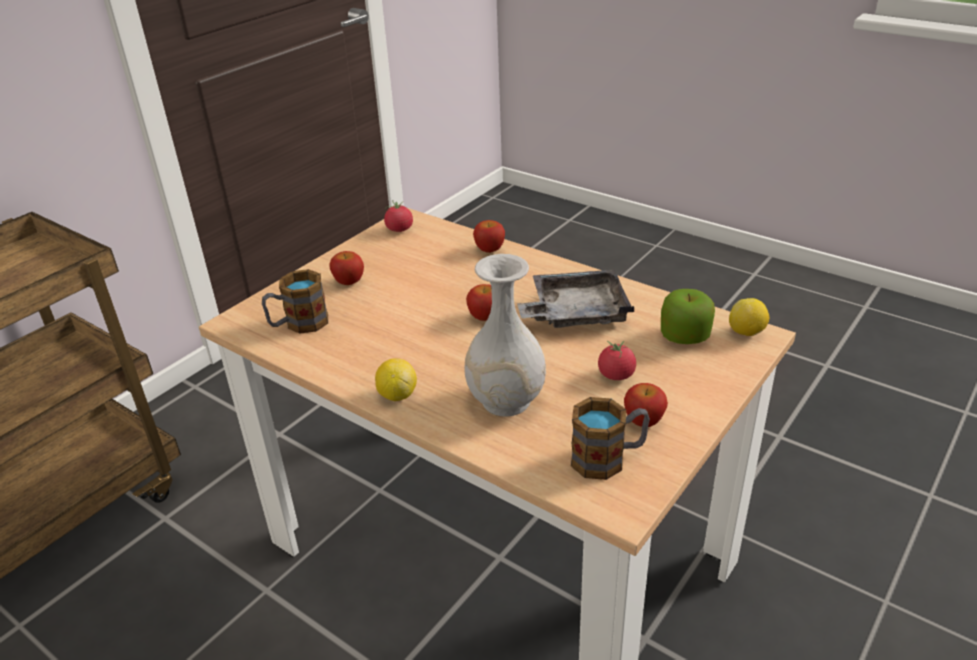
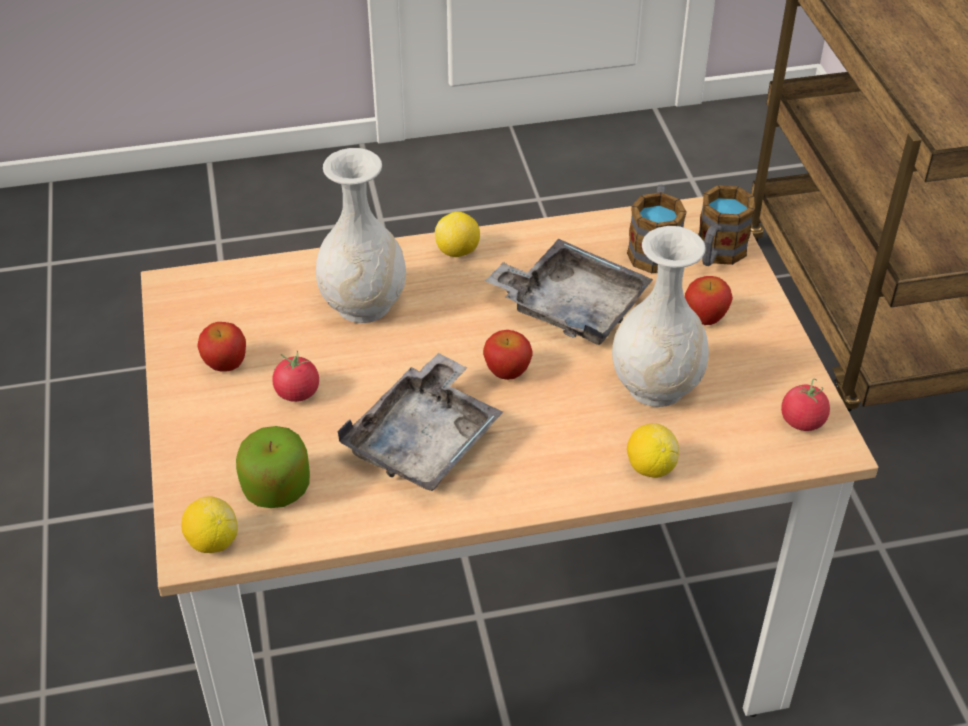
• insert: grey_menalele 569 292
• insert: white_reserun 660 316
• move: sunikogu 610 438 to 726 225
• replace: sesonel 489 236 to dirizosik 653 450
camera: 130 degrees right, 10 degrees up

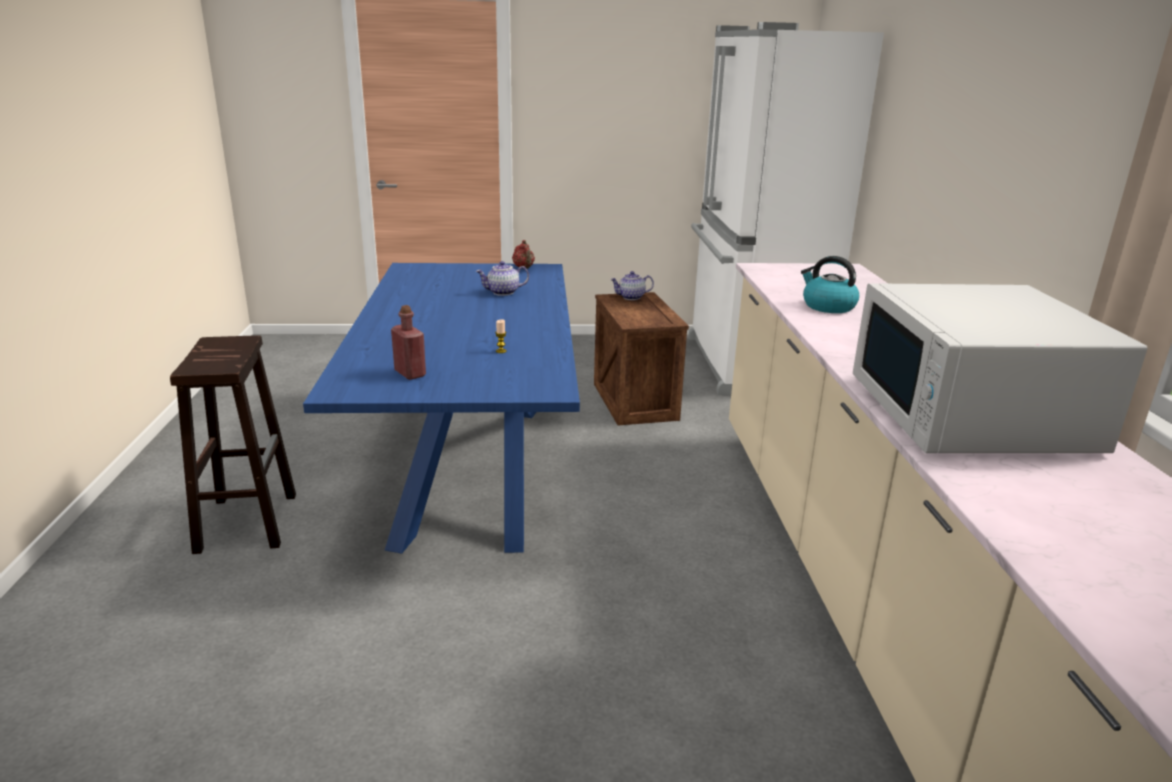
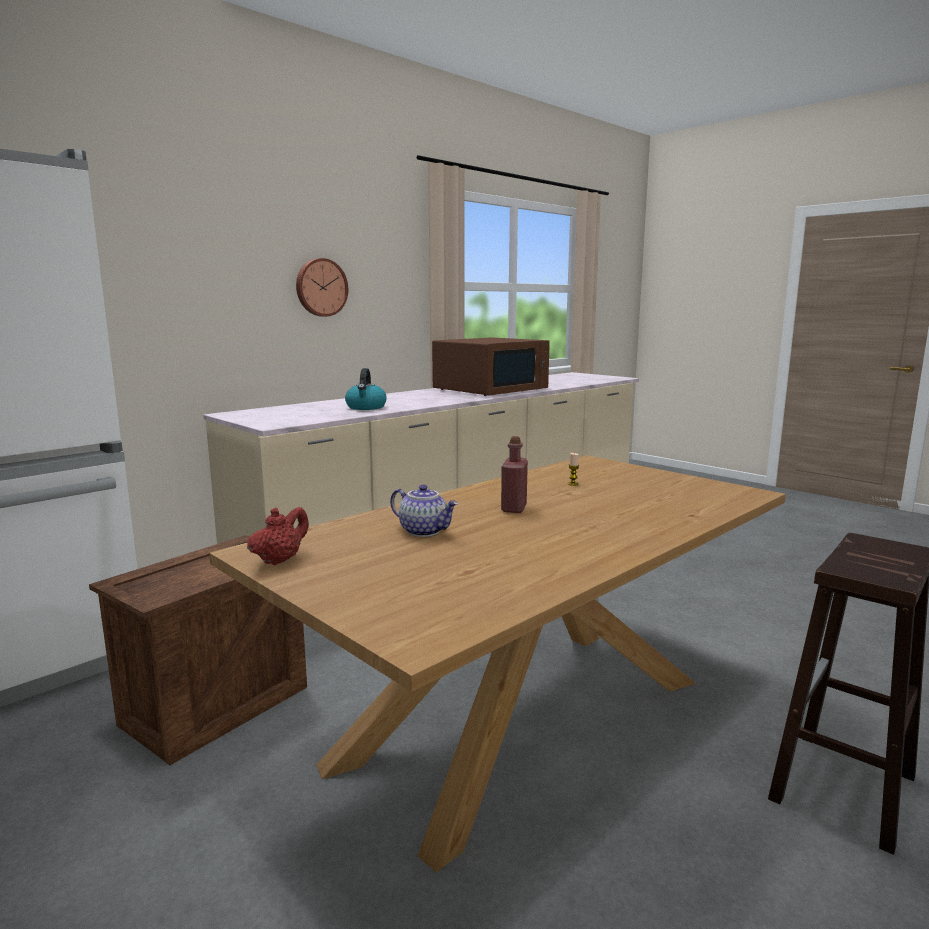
• delete: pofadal 632 285
• insert: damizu 322 287
• move: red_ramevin 408 342 to 514 474
• recolor: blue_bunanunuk 441 408 to brown_bunanunuk 497 663
• recolor: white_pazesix 1000 368 to brown_pazesix 491 366
camera: 130 degrees left, 10 degrees down

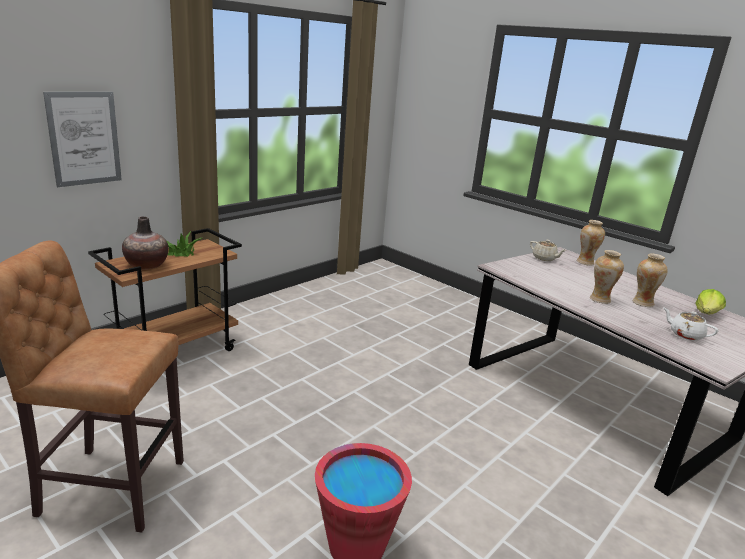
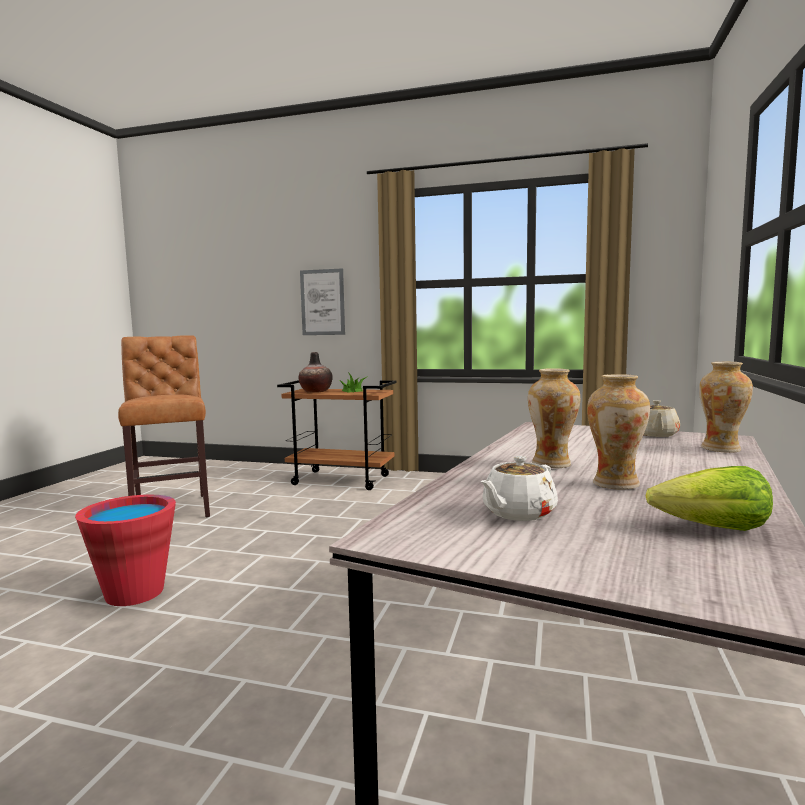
• rotate: white_pofadal 690 324 = 519 488 150 degrees counterclockwise
camera: 65 degrees right, 15 degrees down

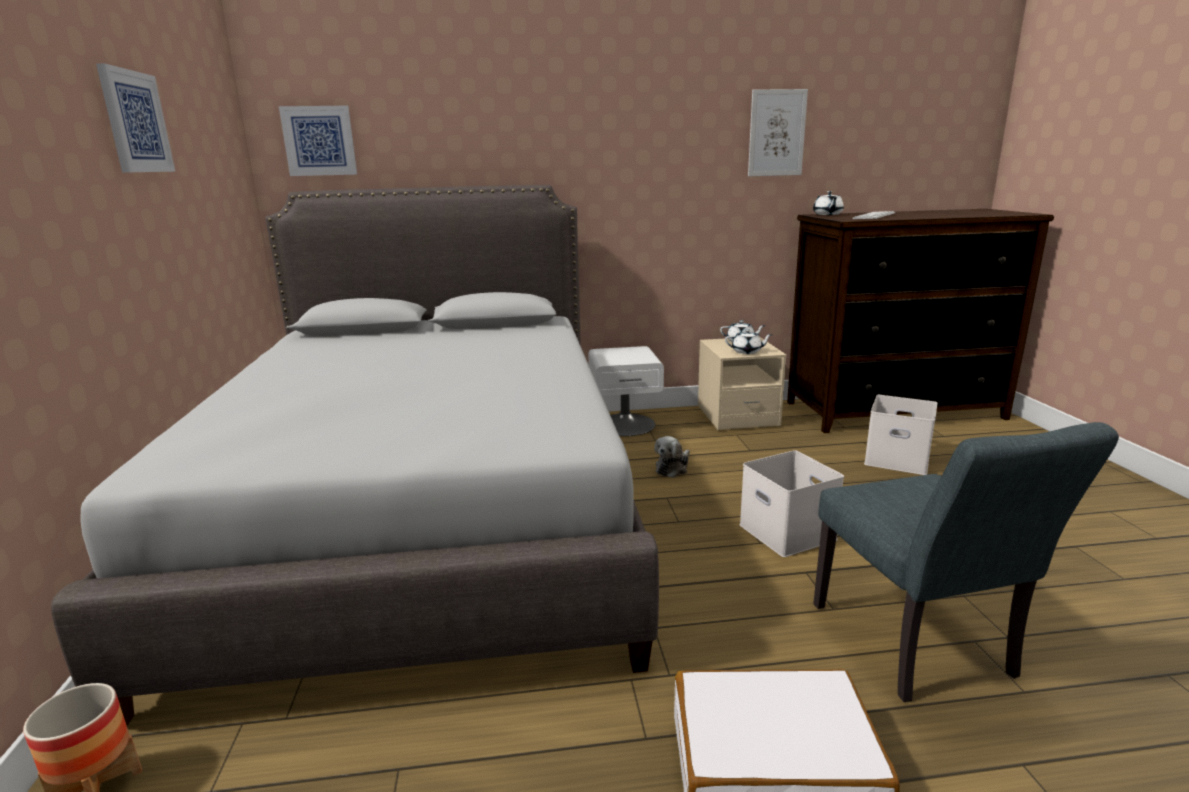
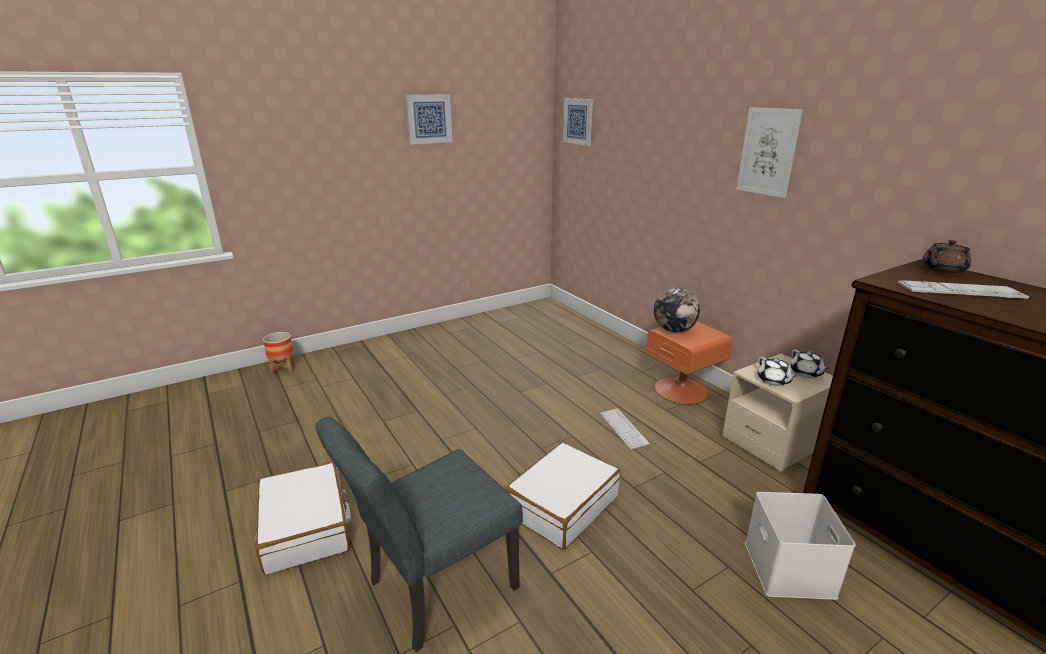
• delete: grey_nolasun 355 455
• insert: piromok 677 310
• move: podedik 778 132 to 769 152
• replace: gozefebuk 672 457 to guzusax 625 429
• replace: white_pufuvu 791 503 to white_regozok 562 496
• recolor: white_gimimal 626 391 to orange_gimimal 689 362
• recolor: white_pofadal 828 203 to brown_pofadal 946 257
camera: 65 degrees right, 5 degrees up

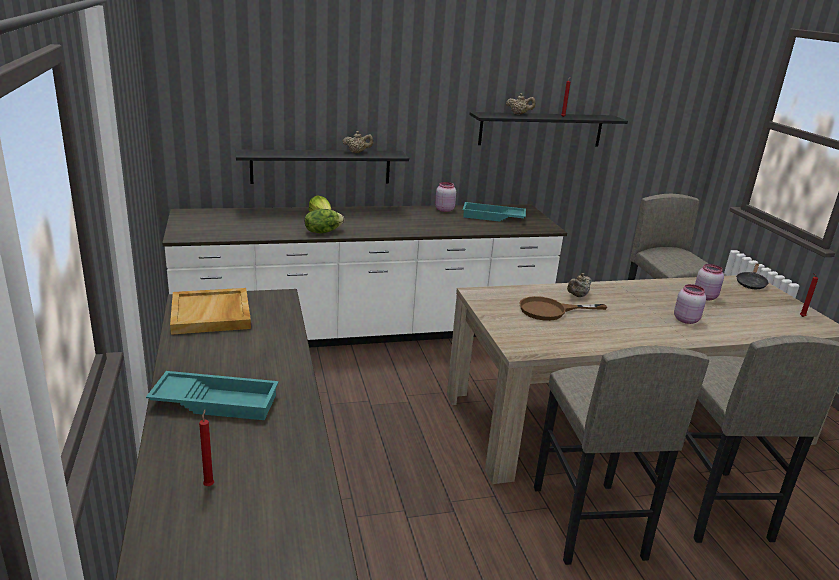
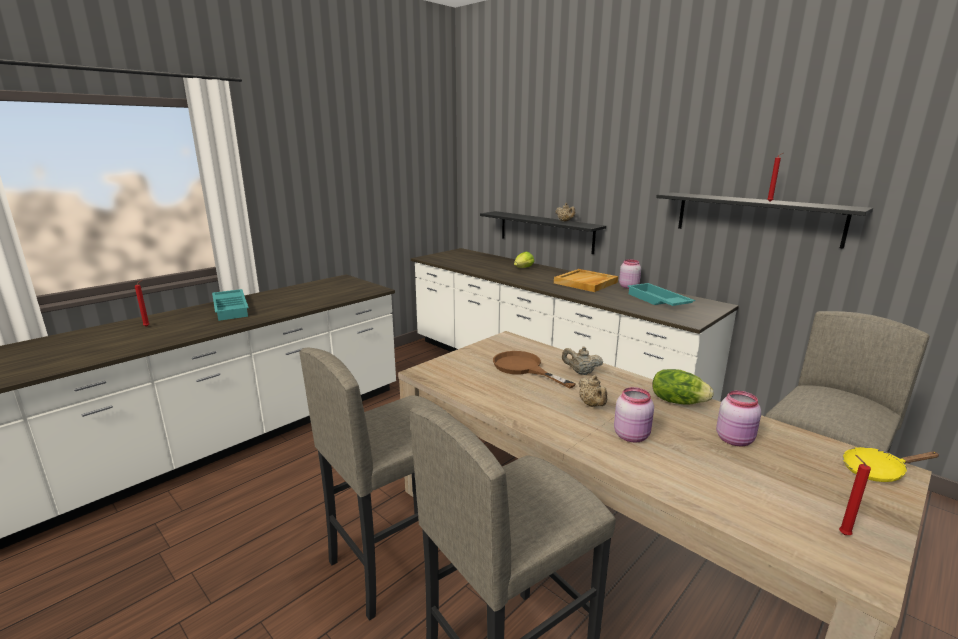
• move: beige_menalele 210 311 to 586 280
• move: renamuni 324 221 to 683 387
• move: beige_pofadal 521 103 to 592 391
• recolor: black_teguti 752 276 to yellow_teguti 891 464
camera: 60 degrees right, 5 degrees down

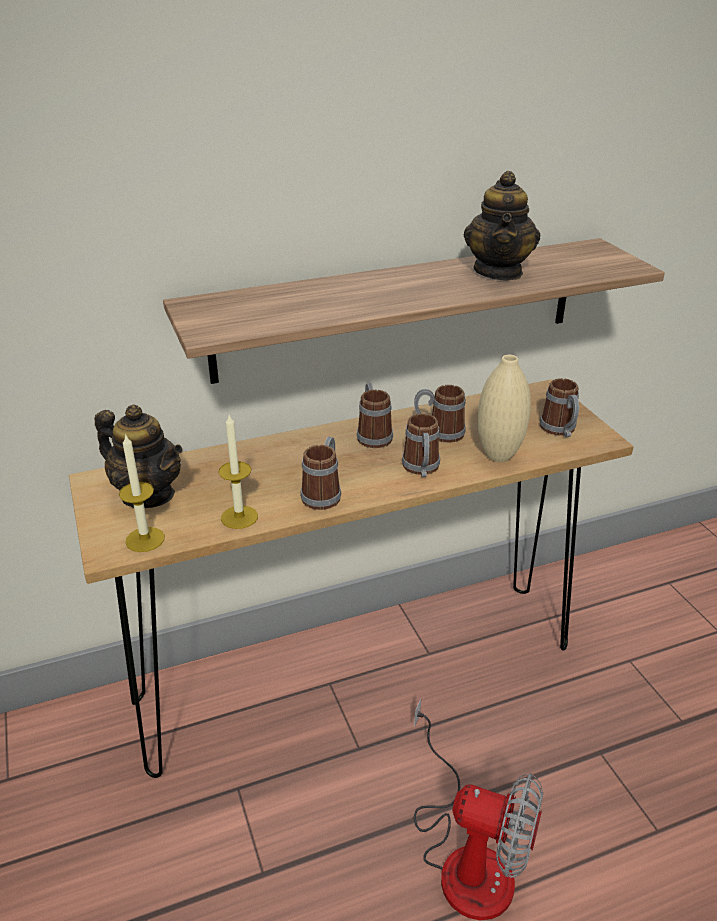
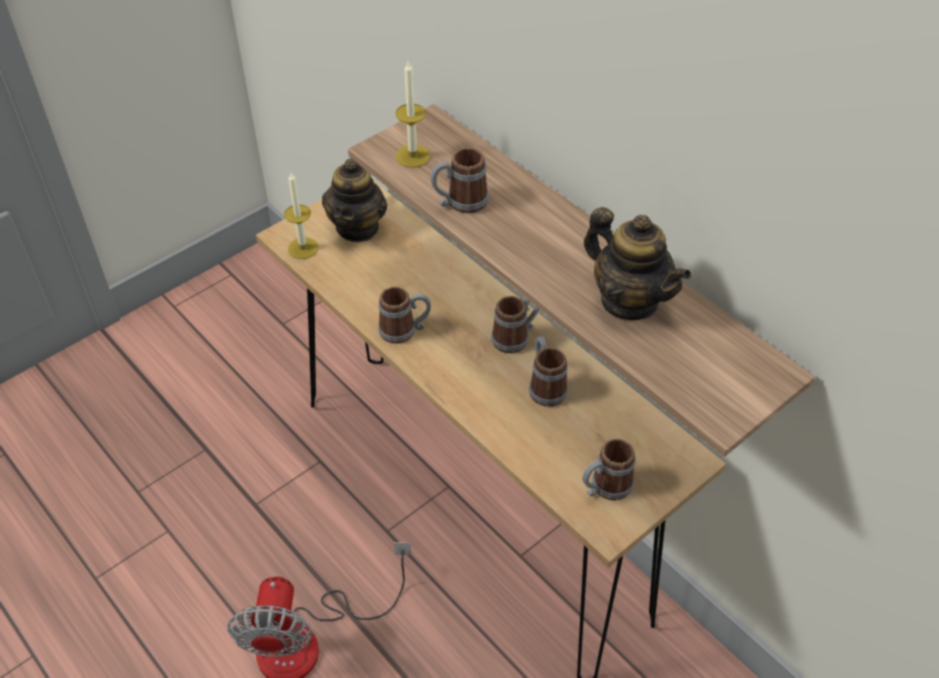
• delete: beige_reserun 504 408
• move: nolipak 238 472 to 413 115
• move: sunikogu 421 445 to 460 180
• rotate: pofadal 502 226 = 637 263 120 degrees counterclockwise
camera: 70 degrees right, 15 degrees up

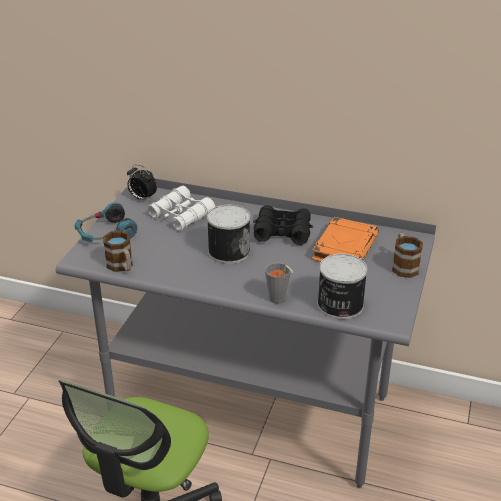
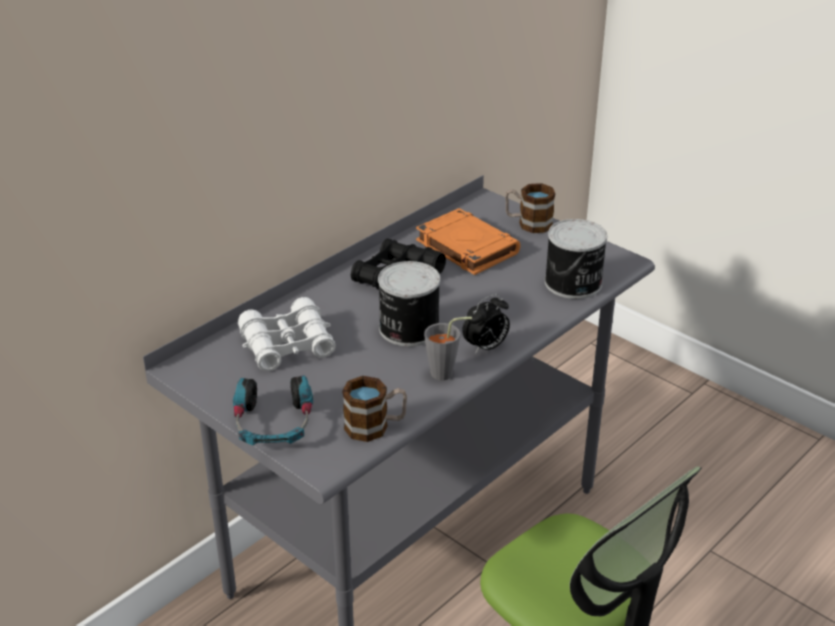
• move: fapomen 142 182 to 486 324
• move: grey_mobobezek 279 282 to 448 348
camera: 65 degrees left, 0 degrees up

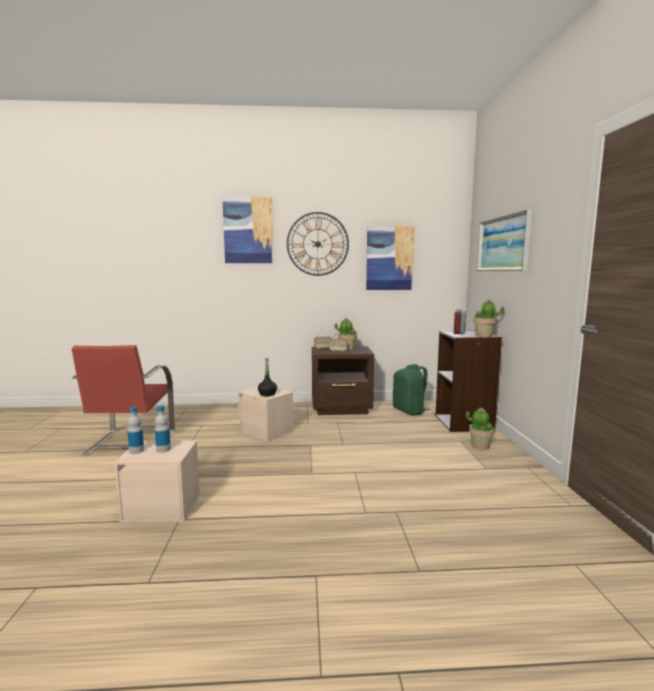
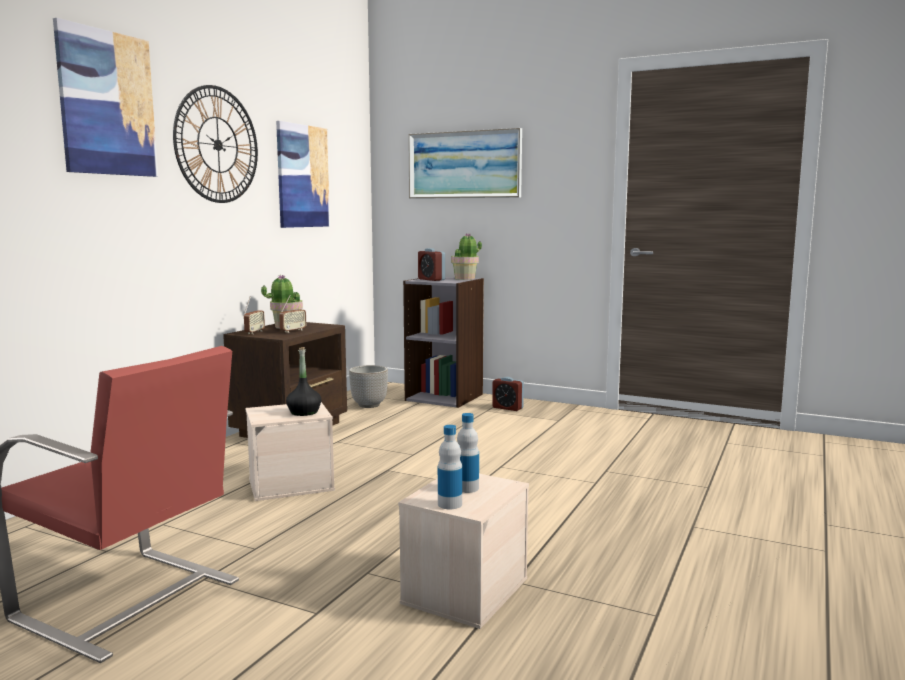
• replace: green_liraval 411 390 to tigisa 368 386
• replace: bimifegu 480 428 to fapomen 508 394
camera: 60 degrees left, 0 degrees up

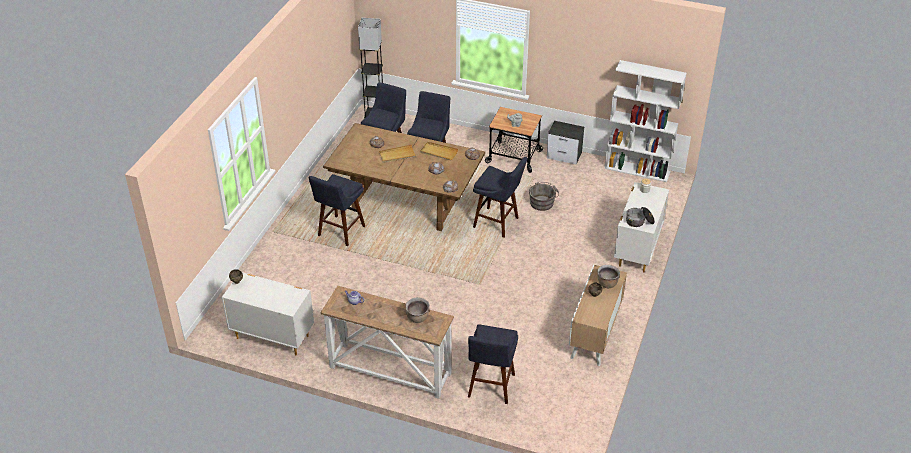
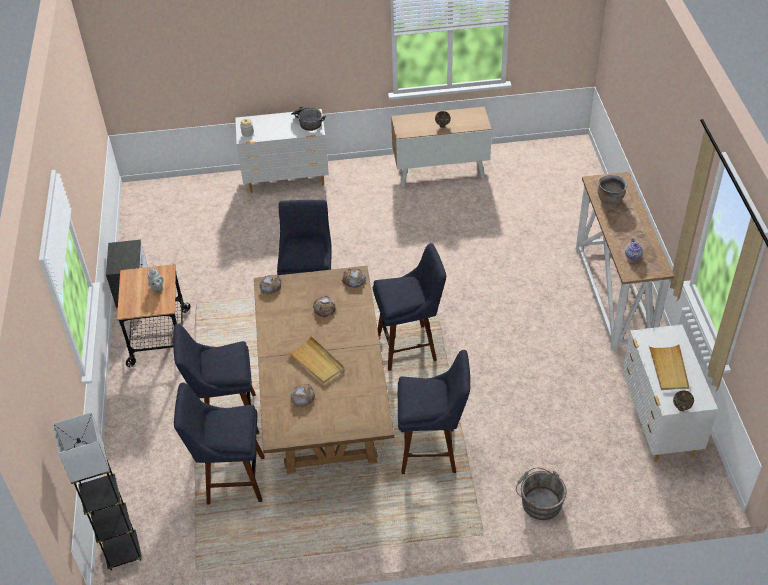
• delete: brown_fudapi 608 276
• delete: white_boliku 645 121
• move: beige_menalele 439 151 to 669 367
• move: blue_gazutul 493 364 to 409 307
• move: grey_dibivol 544 196 to 541 494
camera: 115 degrees left, 5 degrees up

